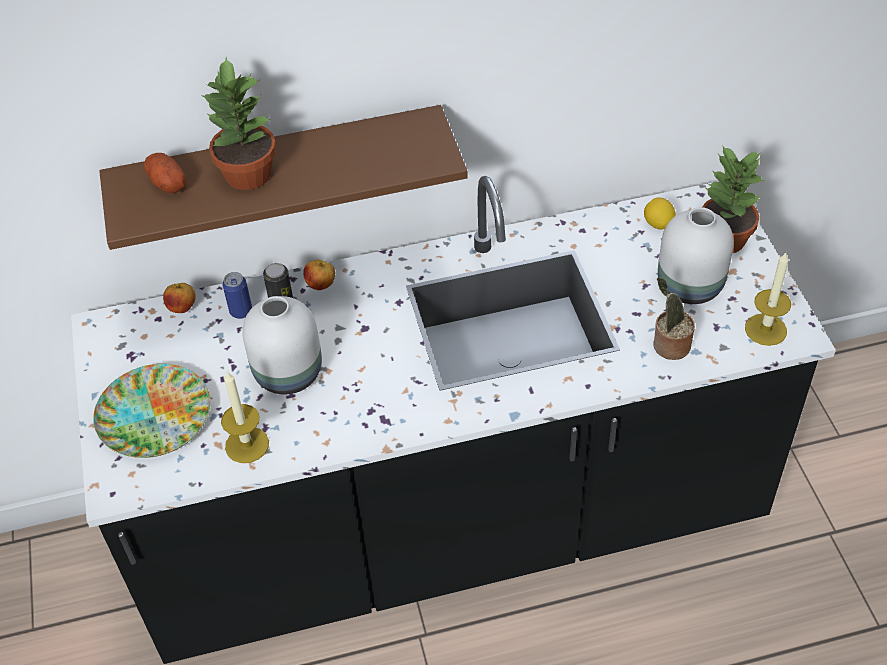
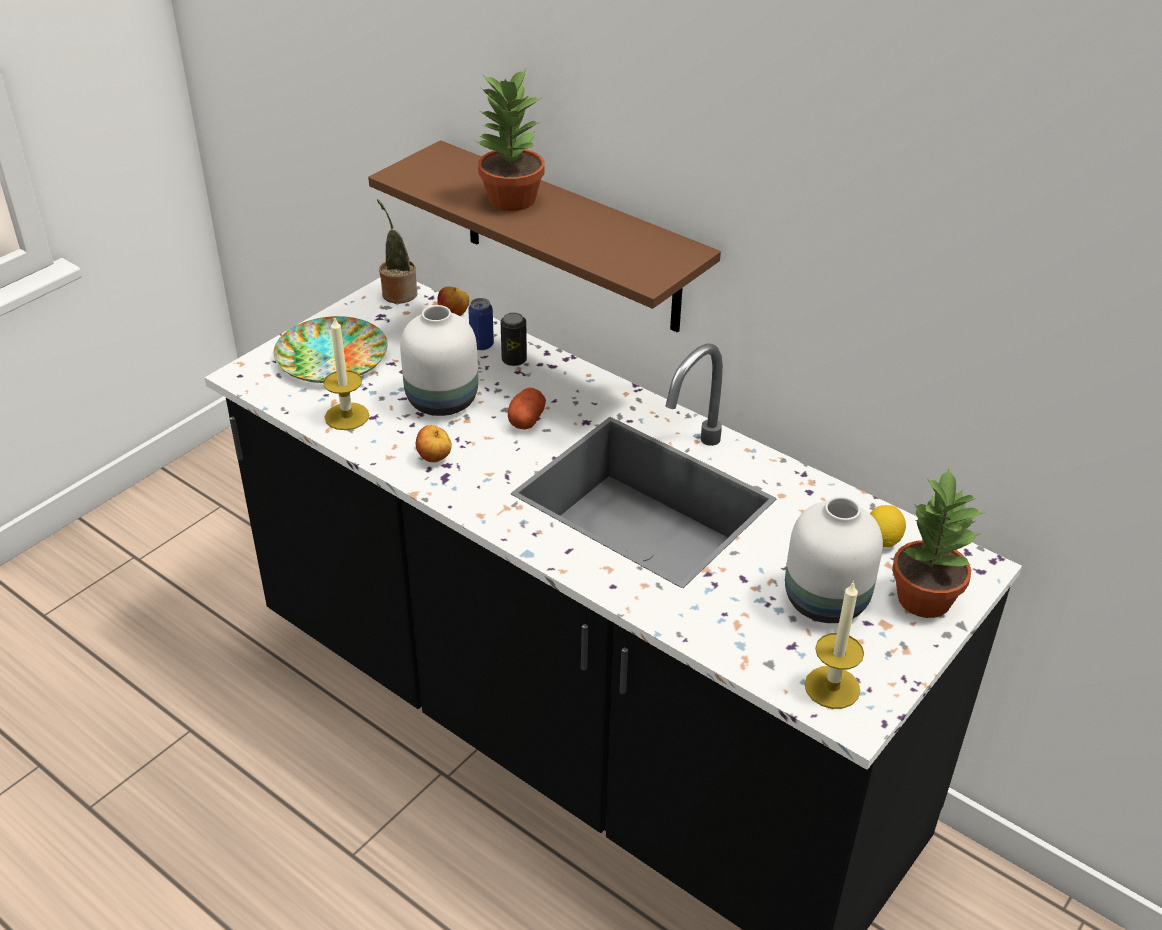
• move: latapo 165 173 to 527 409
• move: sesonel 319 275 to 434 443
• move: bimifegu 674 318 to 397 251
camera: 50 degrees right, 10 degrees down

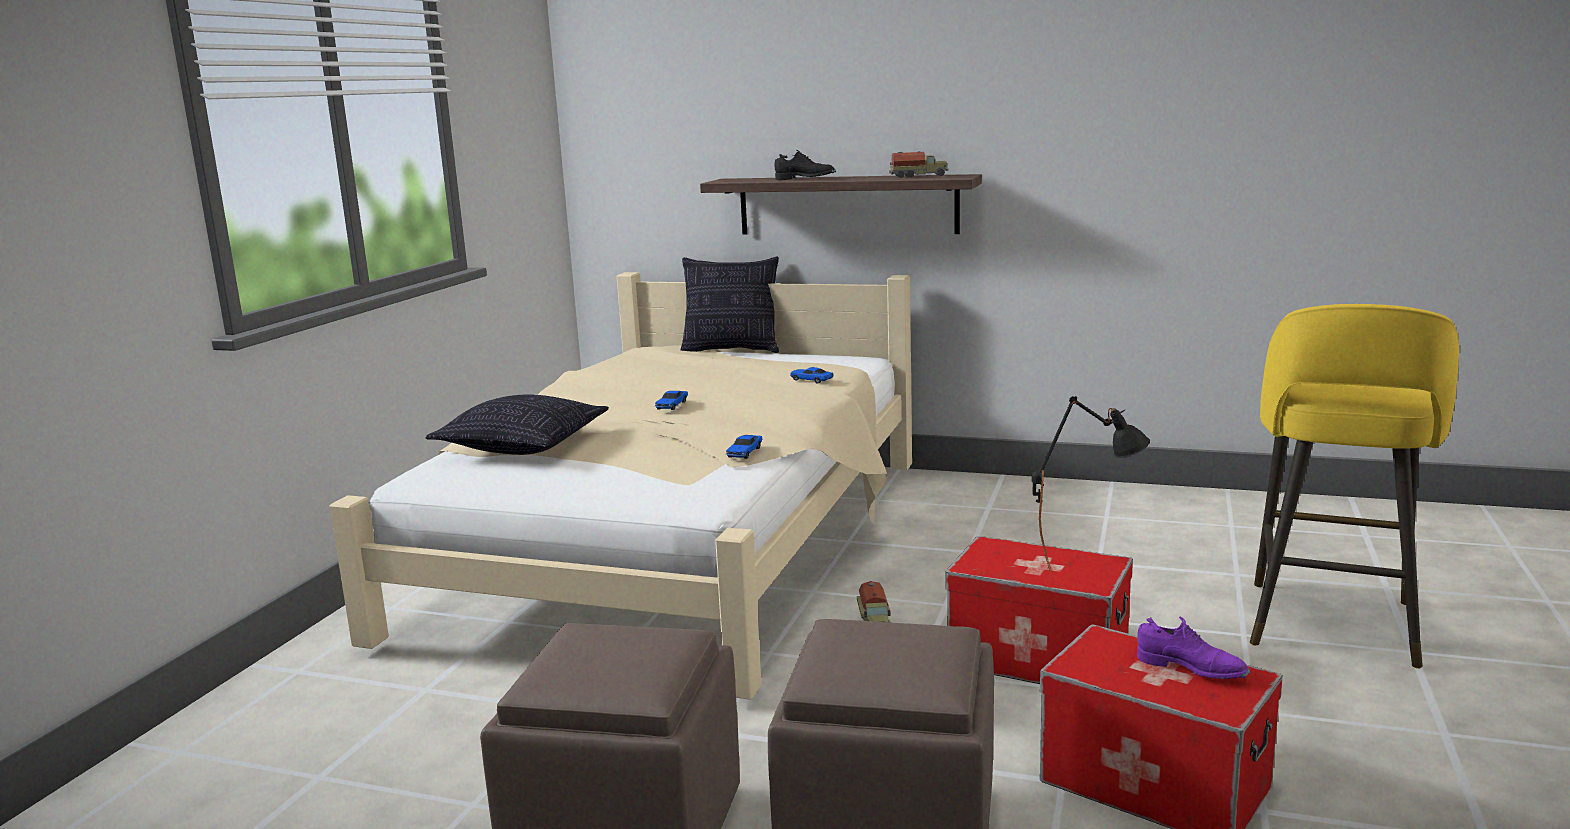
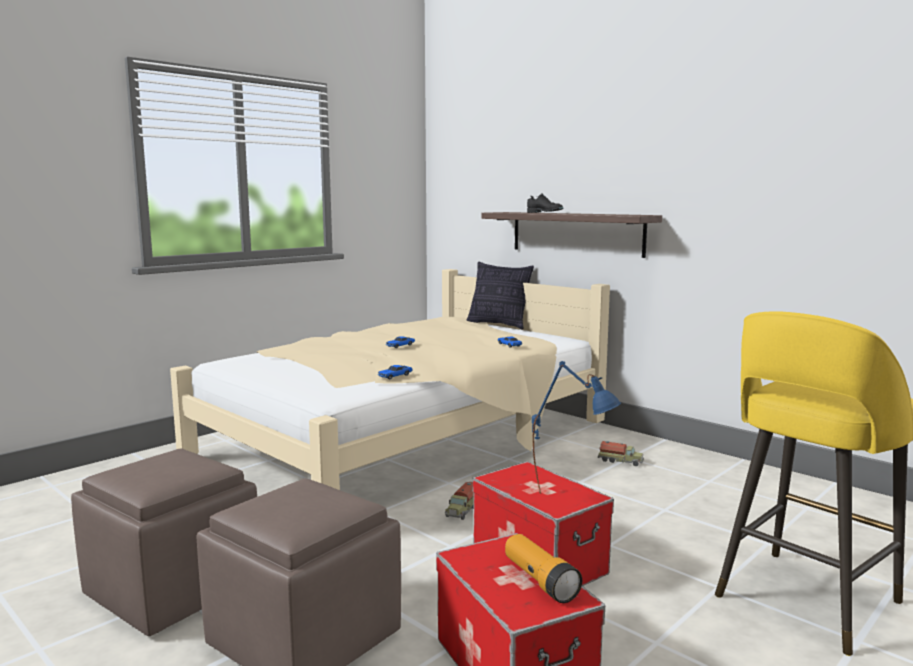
• delete: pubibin 517 425
• move: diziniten 918 164 to 621 453
• replace: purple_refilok 1193 648 to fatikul 543 568
• recolor: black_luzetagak 1091 484 to blue_luzetagak 576 427
camera: 25 degrees right, 5 degrees down

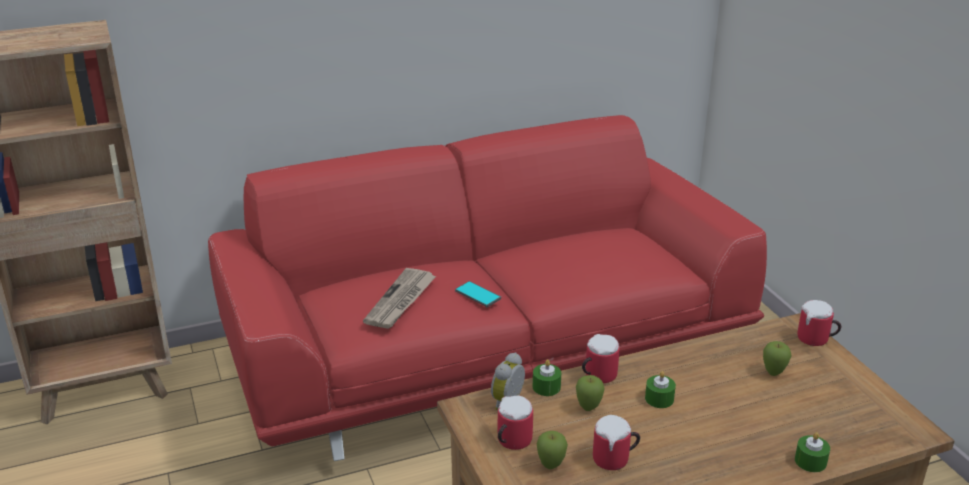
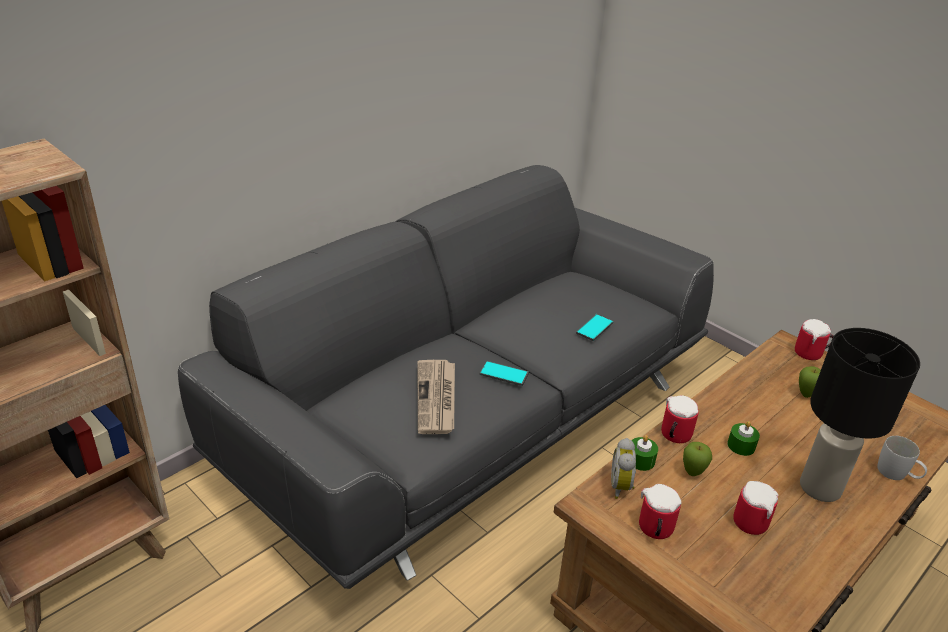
• delete: sesonel 552 450
• insert: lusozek 595 327
• insert: black_luzetagak 860 415
• replace: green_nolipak 812 452 to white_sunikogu 902 458
• recolor: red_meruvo 487 288 to grey_meruvo 446 377
camera: 25 degrees left, 5 degrees up

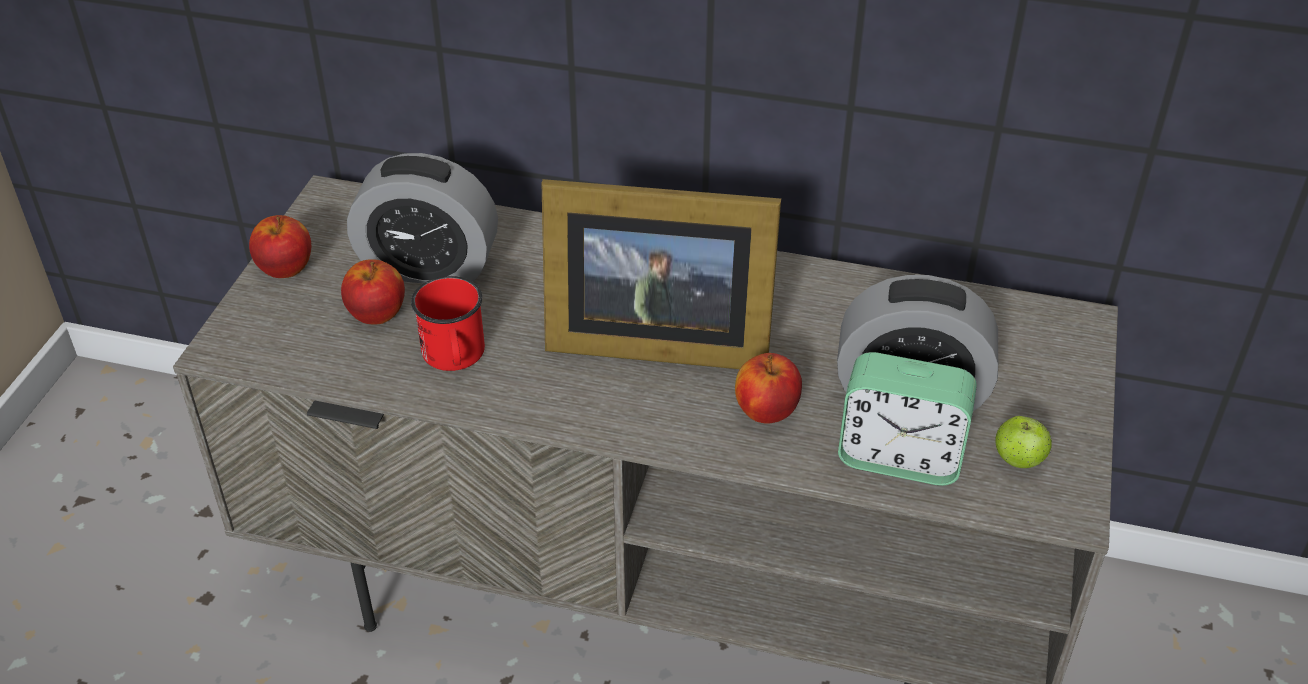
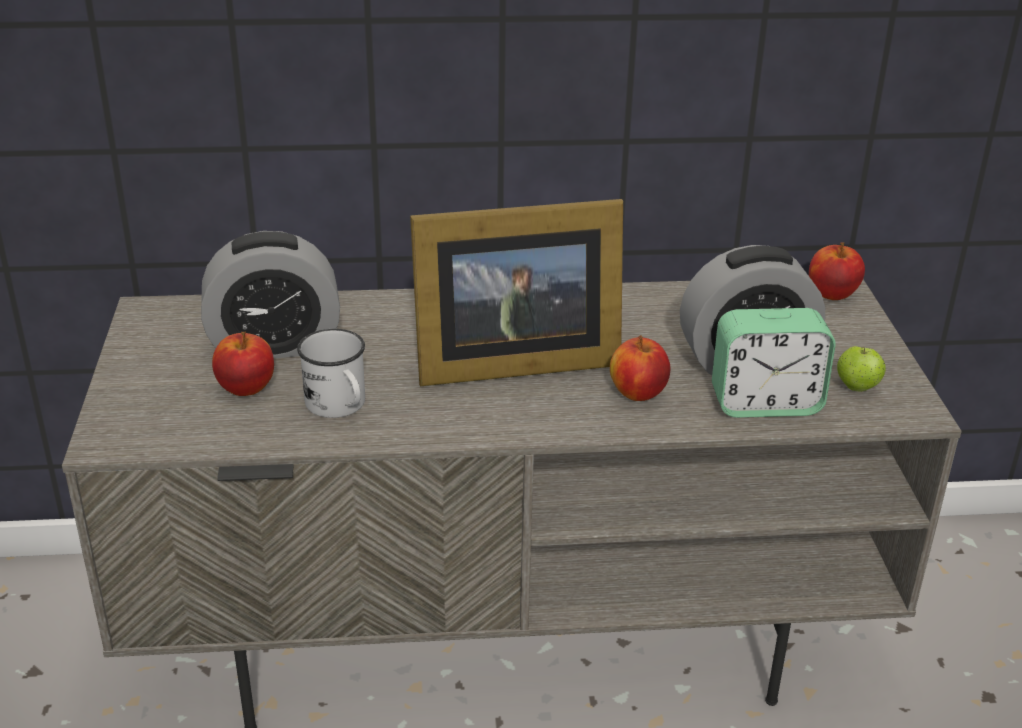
• move: sesonel 280 246 to 837 271
• recolor: red_sunikogu 448 323 to white_sunikogu 331 373
camera: 20 degrees left, 10 degrees down

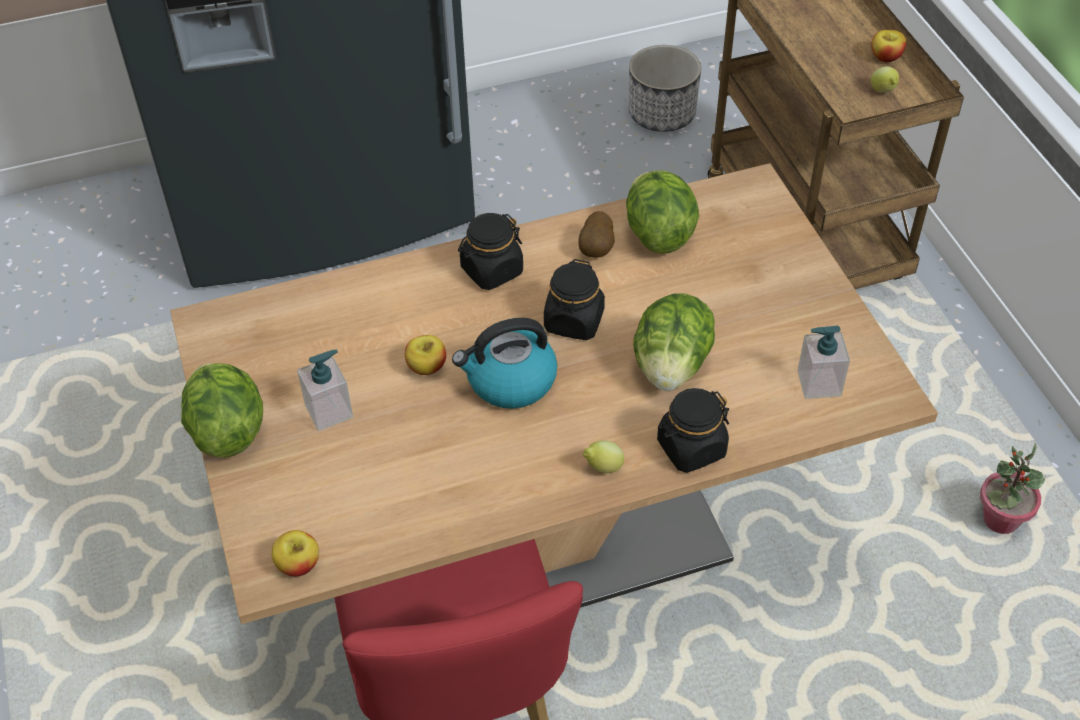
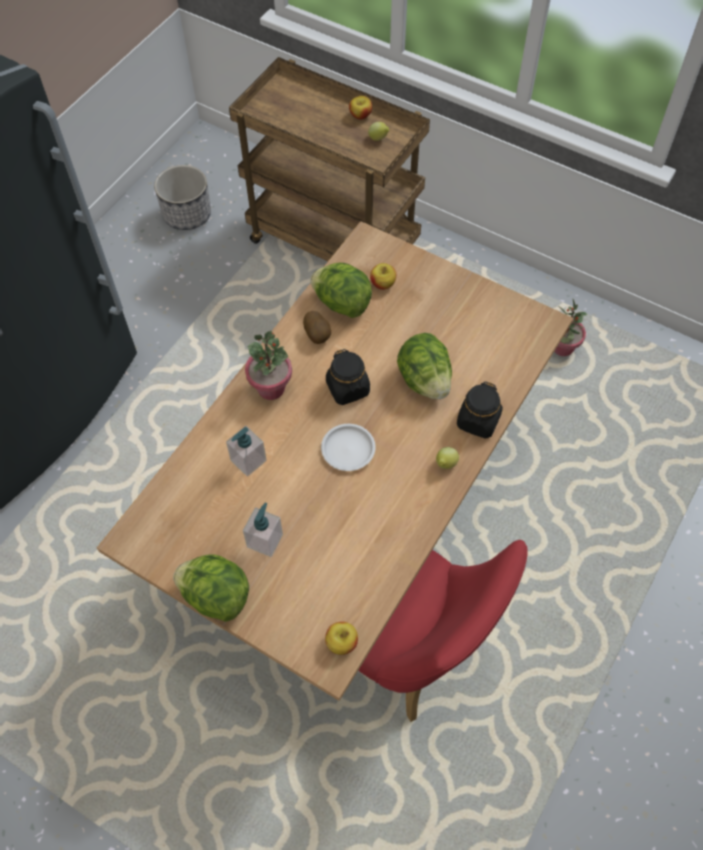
• move: sesonel 425 355 to 383 276
• move: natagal 824 362 to 246 451
• replace: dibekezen 504 363 to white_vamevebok 348 447
• replace: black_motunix 490 251 to bimifegu 268 365
camera: 40 degrees left, 10 degrees up

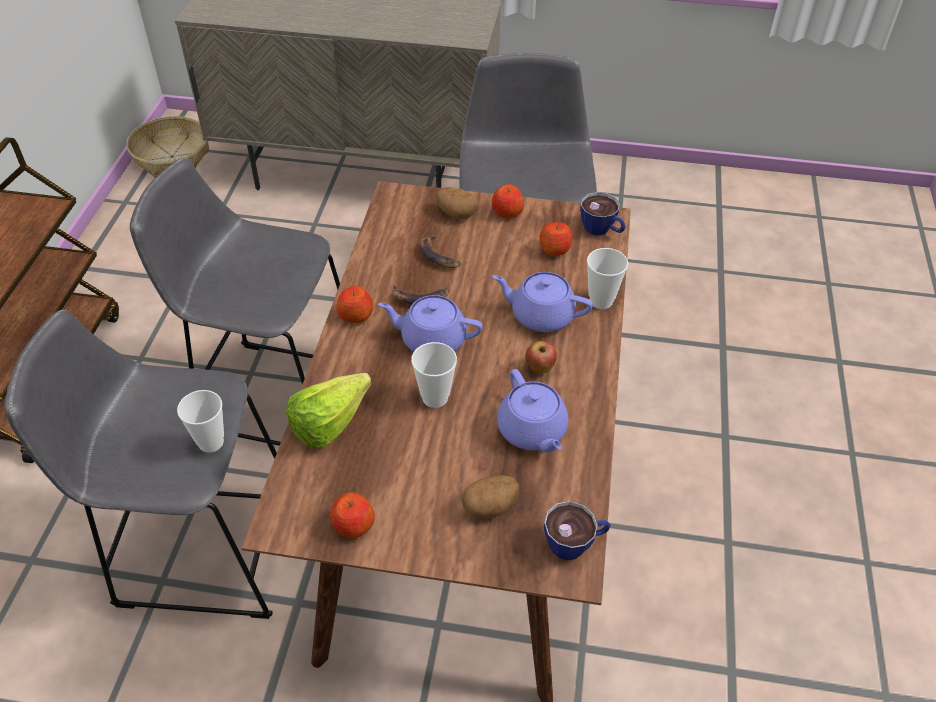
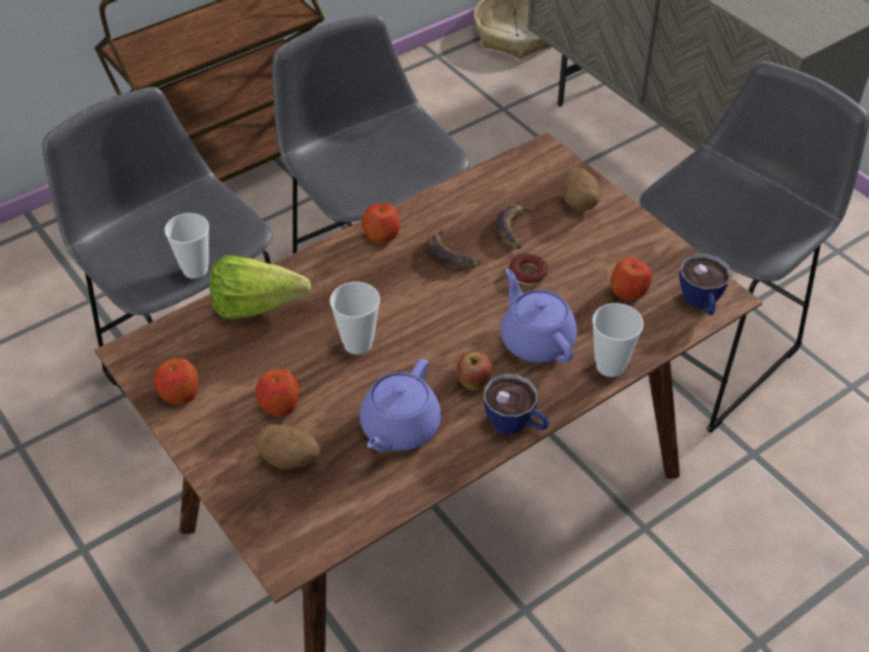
• delete: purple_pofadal 430 323
• insert: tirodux 528 269
• move: sesonel 508 201 to 278 392
• move: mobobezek 577 531 to 516 404
camera: 45 degrees right, 0 degrees up

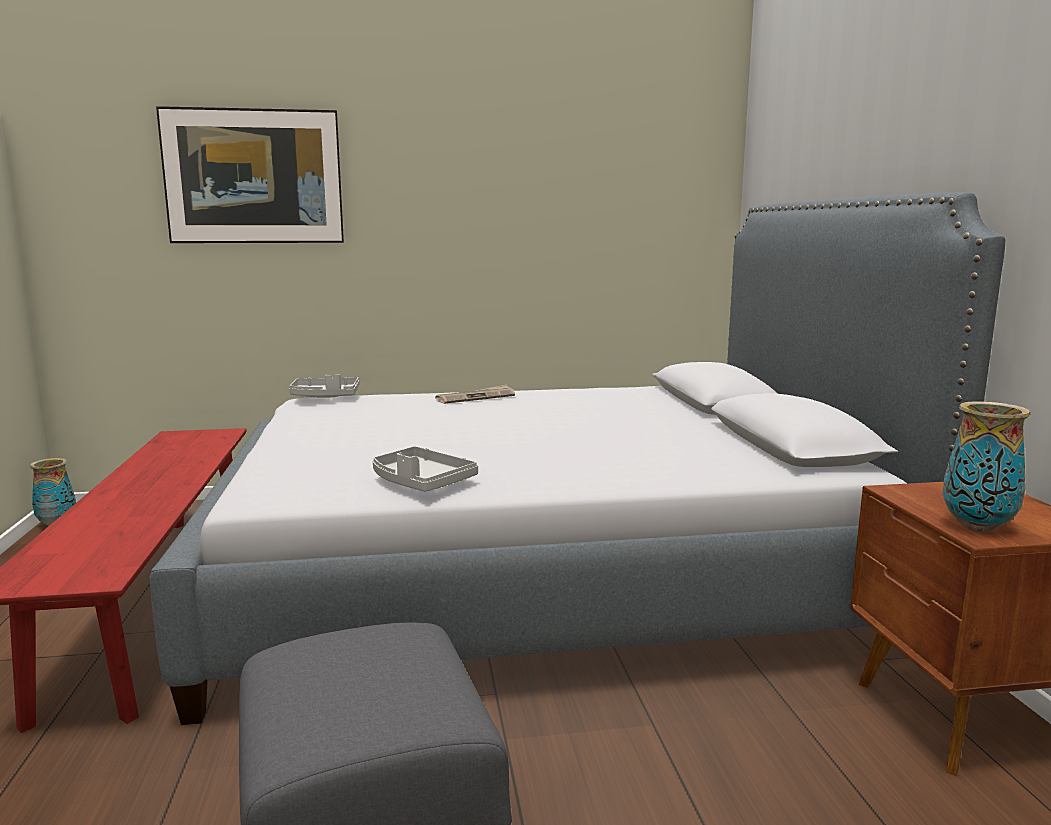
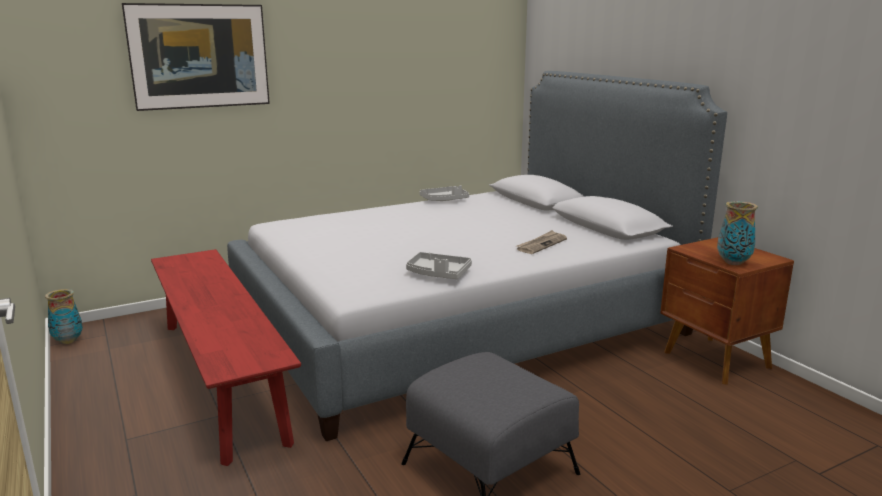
• move: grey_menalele 324 386 to 444 193
• move: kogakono 475 394 to 541 242
camera: 20 degrees left, 5 degrees up

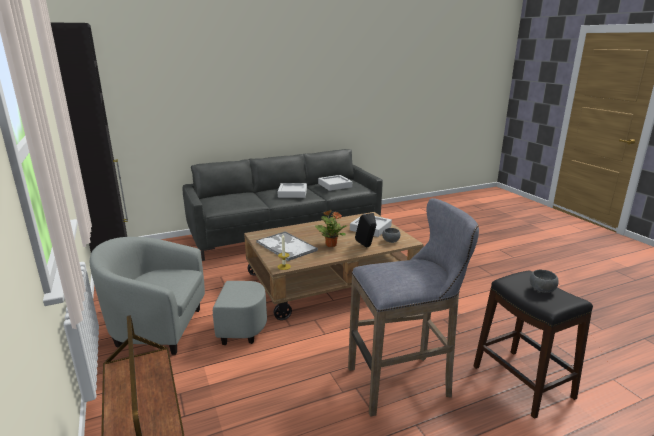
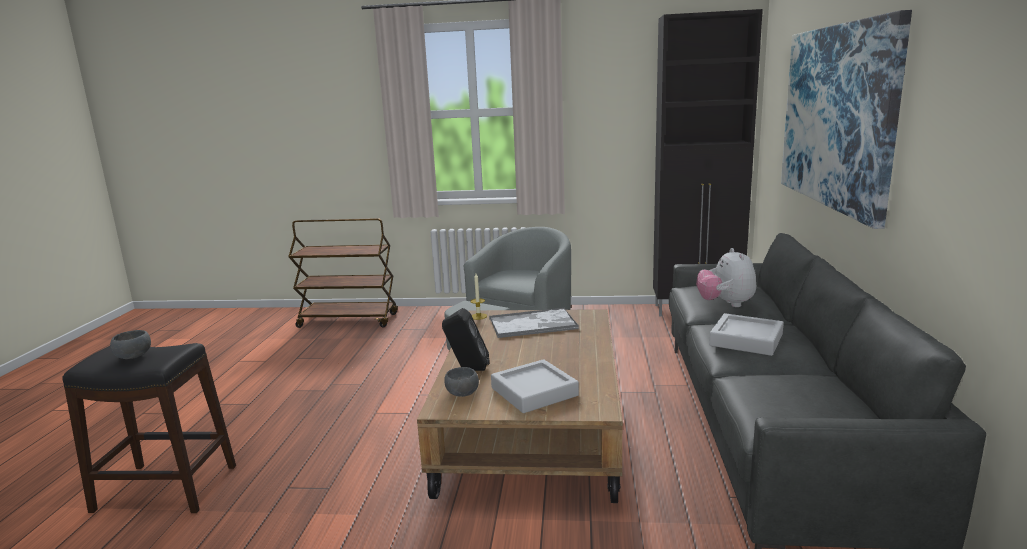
• delete: bimifegu 331 228
• delete: grey_menalele 335 183
• delete: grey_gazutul 413 307
• insert: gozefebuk 726 277
• insert: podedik 846 119
camera: 120 degrees right, 5 degrees down

